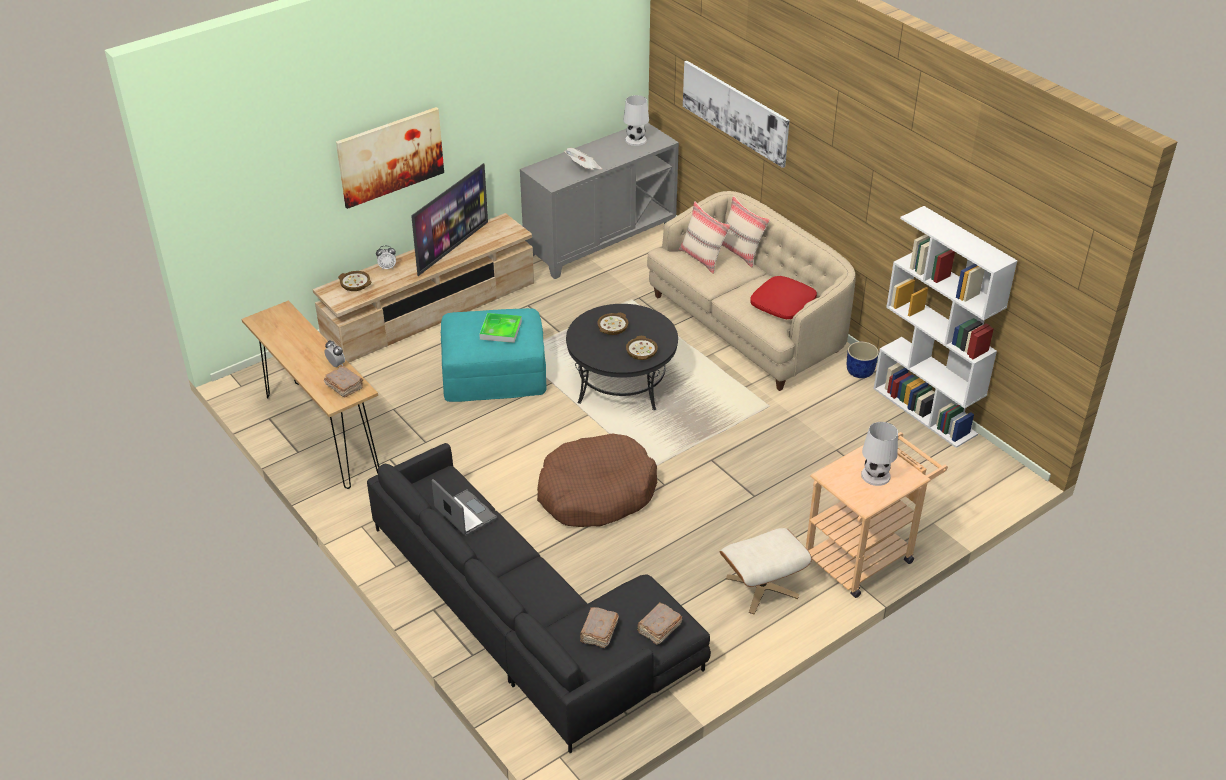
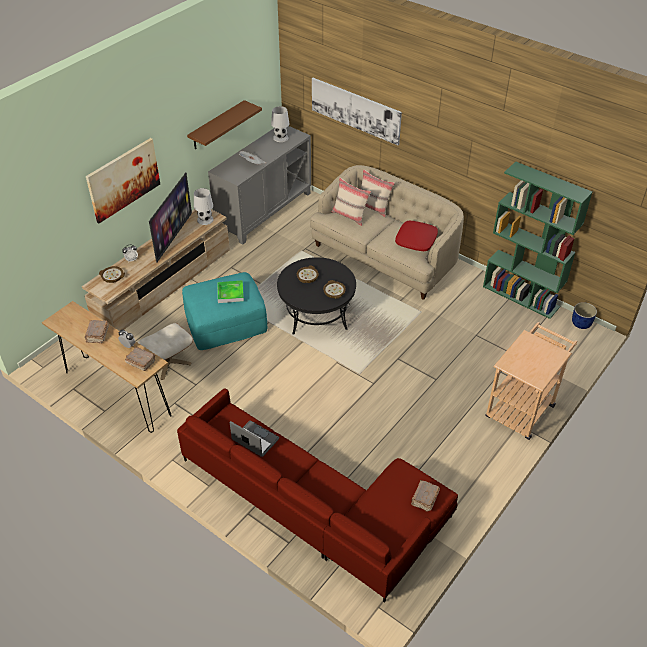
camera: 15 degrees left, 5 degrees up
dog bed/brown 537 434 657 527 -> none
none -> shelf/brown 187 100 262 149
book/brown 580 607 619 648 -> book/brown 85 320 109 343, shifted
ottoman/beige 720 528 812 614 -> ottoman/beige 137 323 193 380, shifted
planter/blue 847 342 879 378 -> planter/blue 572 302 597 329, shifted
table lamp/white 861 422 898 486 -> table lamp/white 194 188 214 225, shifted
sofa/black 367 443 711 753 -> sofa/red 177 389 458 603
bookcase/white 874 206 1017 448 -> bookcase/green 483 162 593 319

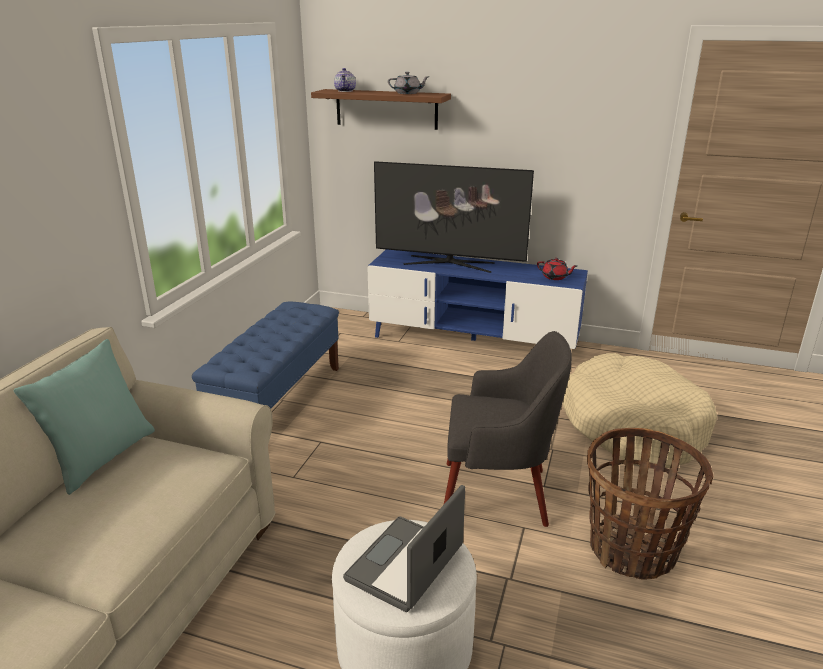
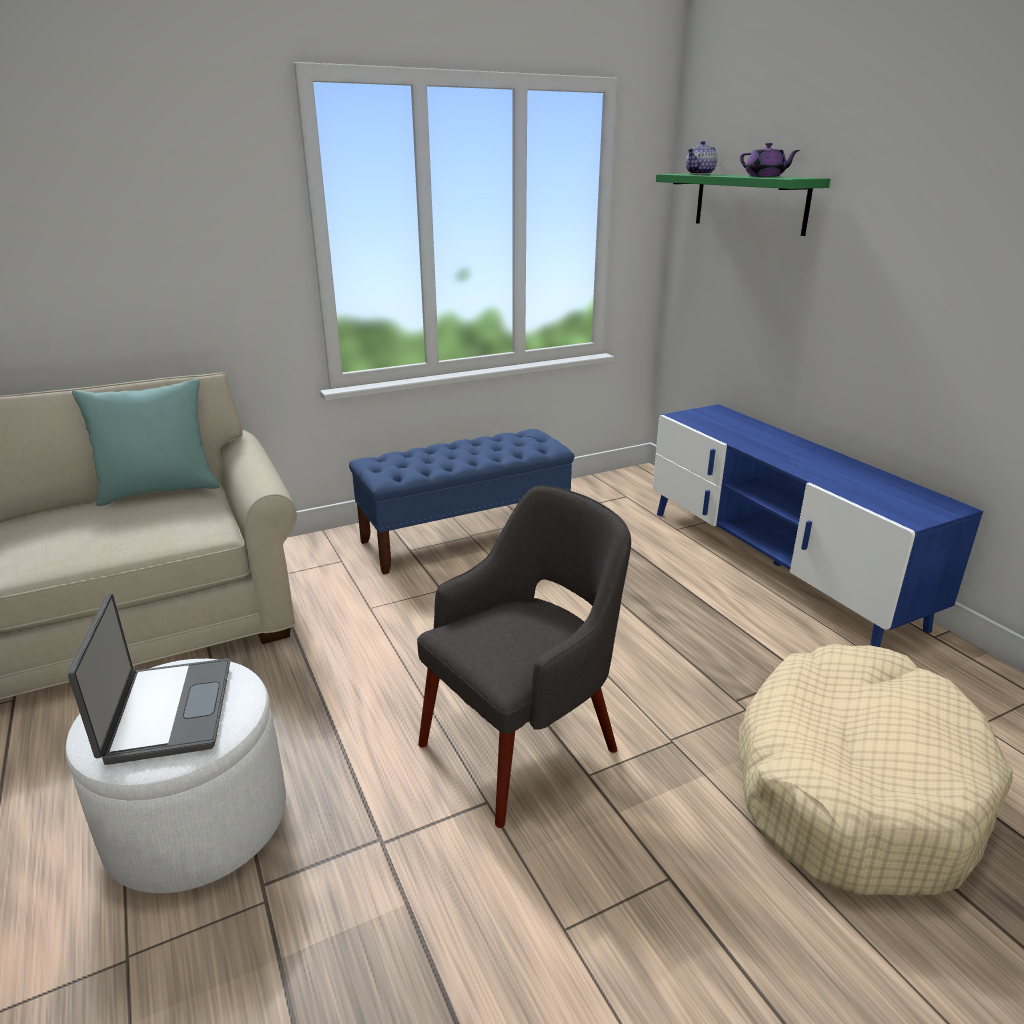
camera: 45 degrees right, 0 degrees up
television 374 161 534 273 -> none
teapot/red 537 258 577 280 -> none
basket 587 428 714 579 -> none
shelf/brown 311 89 451 130 -> shelf/green 656 174 831 236
teapot/grey 388 72 430 94 -> teapot/purple 740 143 800 177
laptop 343 485 465 612 -> laptop 68 594 230 765, 90 degrees clockwise
armchair/grey 444 331 572 527 -> armchair/grey 417 485 631 828, 90 degrees counterclockwise

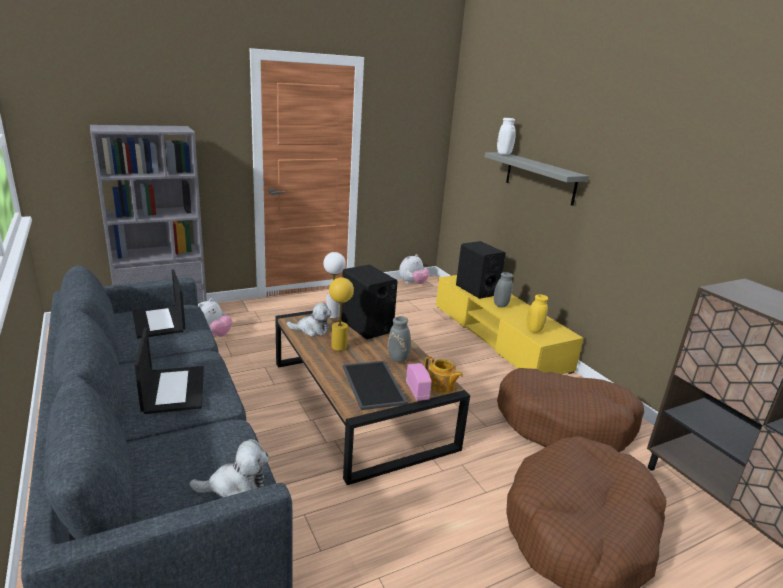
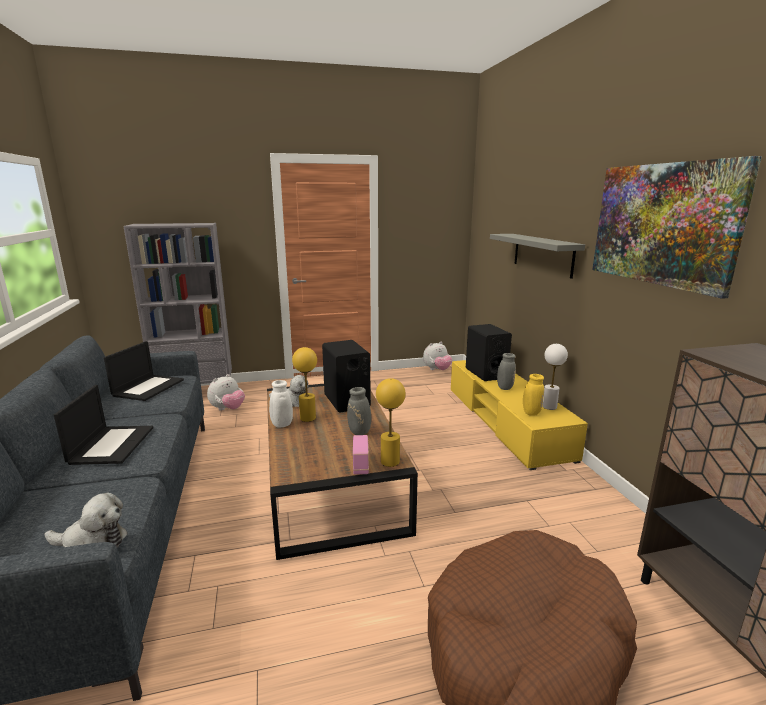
camera: 15 degrees right, 5 degrees down
tray 343 361 408 410 -> none
dog bed/brown 497 368 644 453 -> none
none -> picture 592 156 762 299
table lamp/white 323 252 346 318 -> table lamp/white 542 344 568 410, shifted
vase/white 497 118 516 155 -> vase/white 269 380 293 428, shifted
teapot 425 356 463 394 -> table lamp/yellow 376 378 405 467
laptop 132 269 186 339 -> laptop 104 341 184 401, 150 degrees counterclockwise

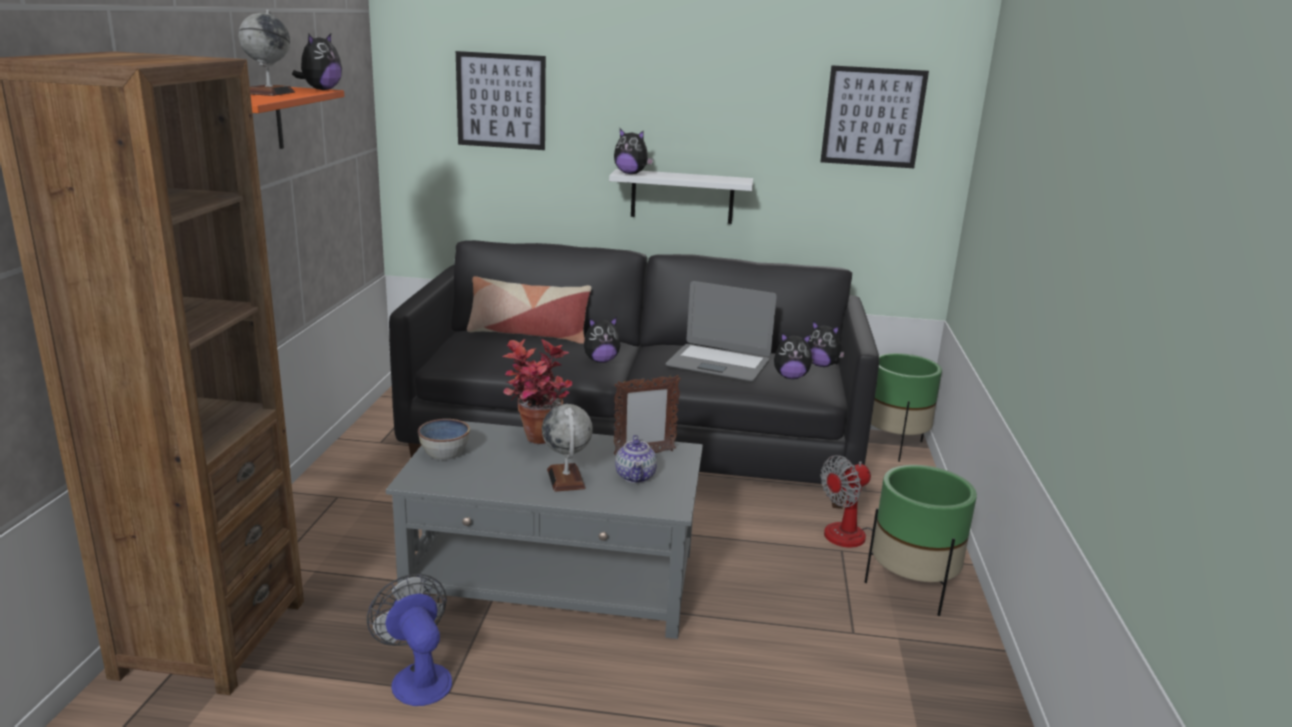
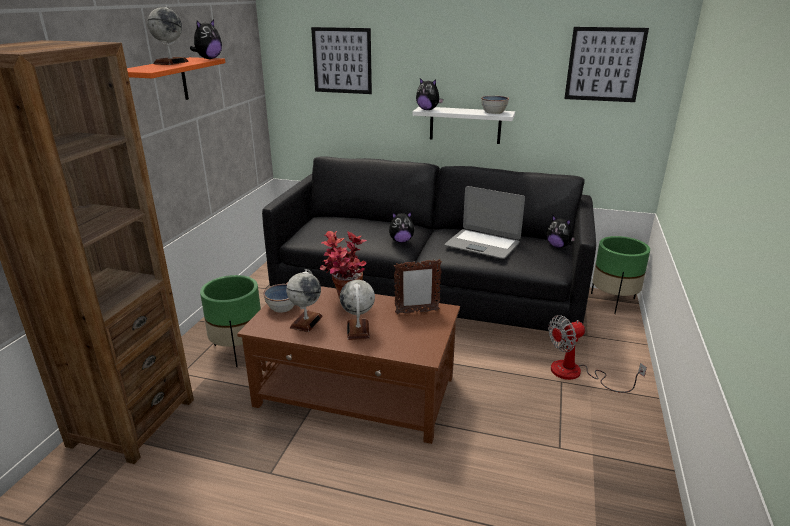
camera: 10 degrees right, 5 degrees up
fan 367 574 452 706 -> none
pillow 467 276 591 344 -> none
teapot 615 435 657 483 -> none
plush toy 774 333 814 379 -> none
none -> globe 286 269 323 332
none -> bowl 481 96 509 114
planter/green 865 465 977 616 -> planter/green 200 275 261 367, shifted
coffee table/grey 386 421 703 639 -> coffee table/brown 237 282 460 444

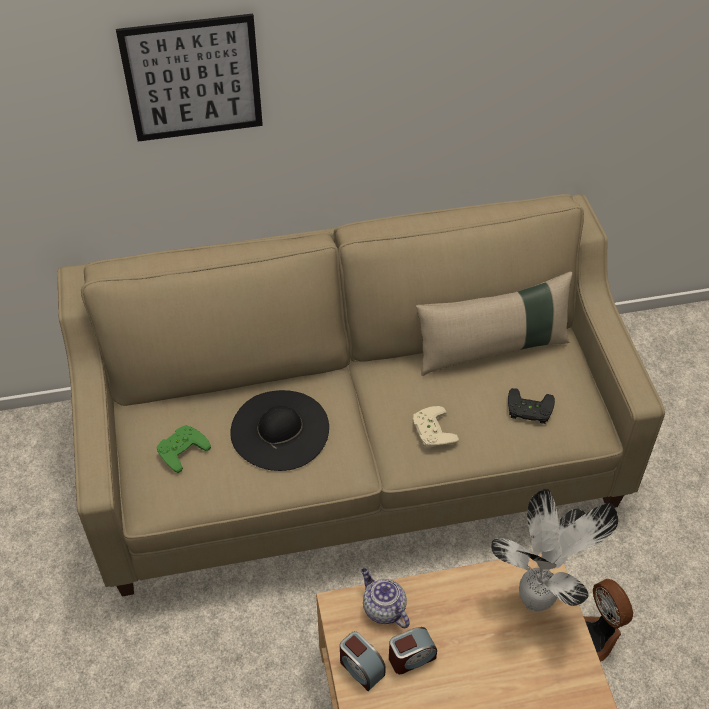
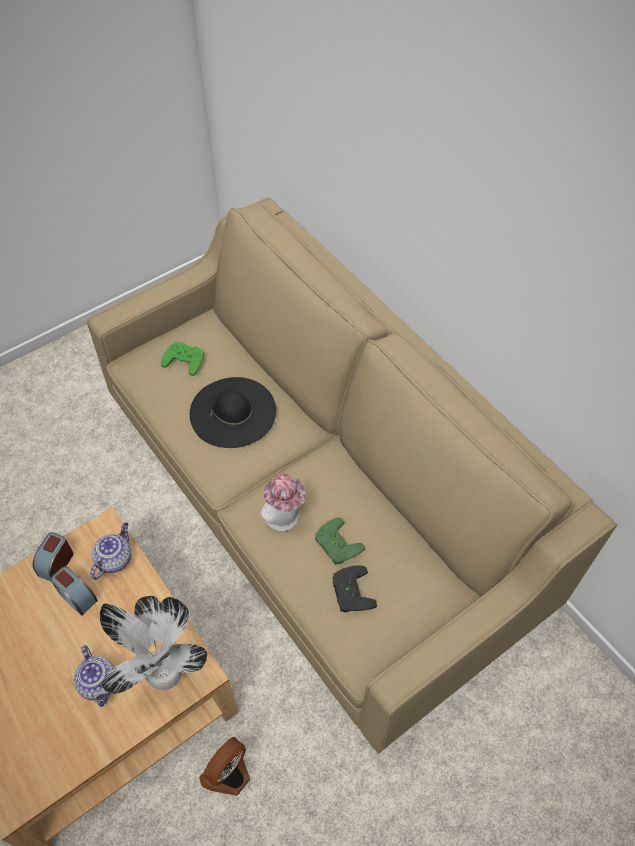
camera: 65 degrees right, 5 degrees up
picture 116 14 263 142 -> none
pillow/beige 416 272 572 376 -> none
none -> teapot 73 645 115 707
none -> game controller/green 315 517 365 565
game controller/beige 413 406 459 449 -> hat 260 474 305 532

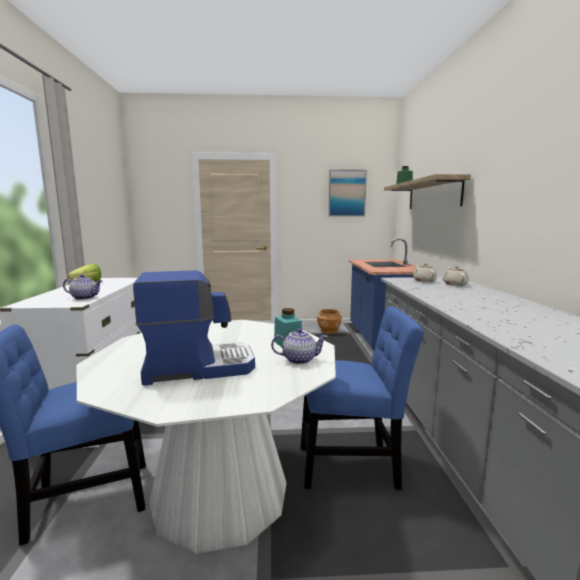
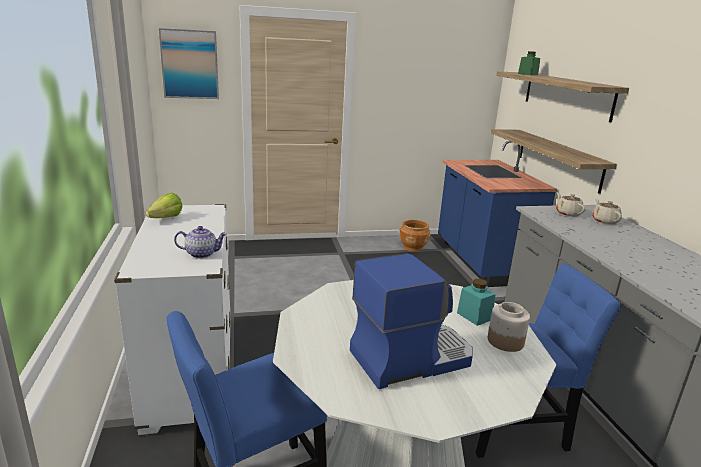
camera: 10 degrees left, 10 degrees up
none -> shelf 491 129 617 194
picture 328 170 367 216 -> picture 159 28 219 99, shifted
teapot 271 328 328 364 -> jar 488 302 530 352

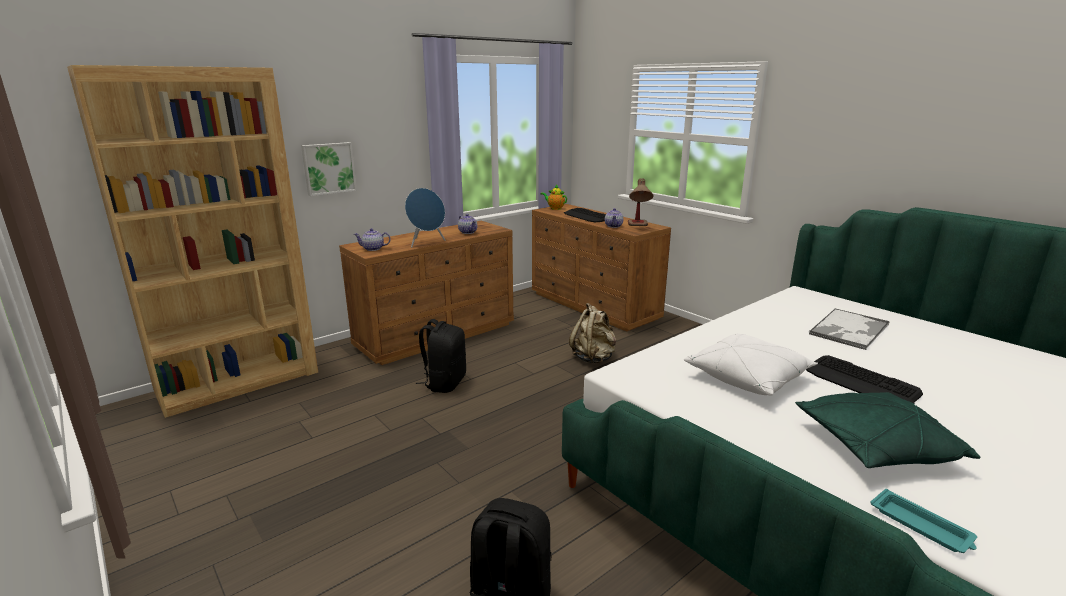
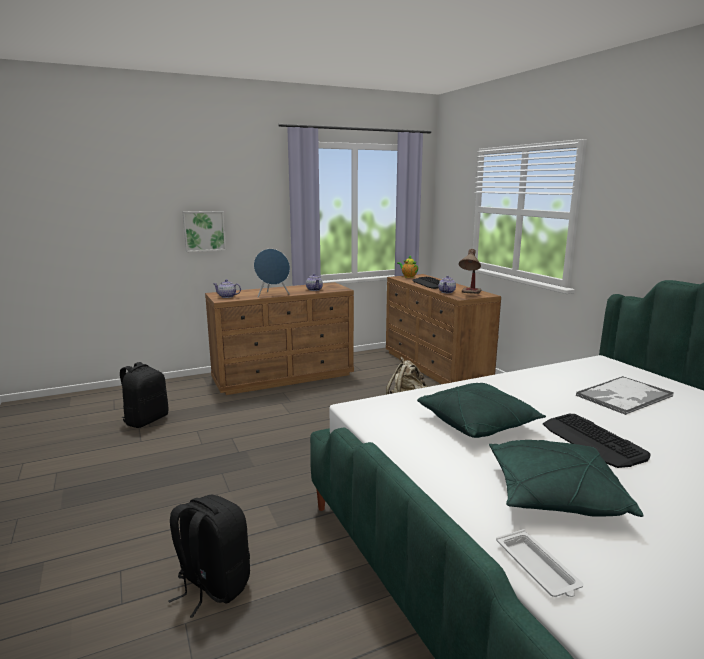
camera: 15 degrees right, 5 degrees down
bookcase/brown 67 65 318 418 -> none
backpack/black 416 319 466 393 -> backpack/black 120 362 168 428, shifted
pillow/white 684 333 818 396 -> pillow/green 417 383 546 438
tray/turquoise 871 489 977 553 -> tray/white 496 529 584 597

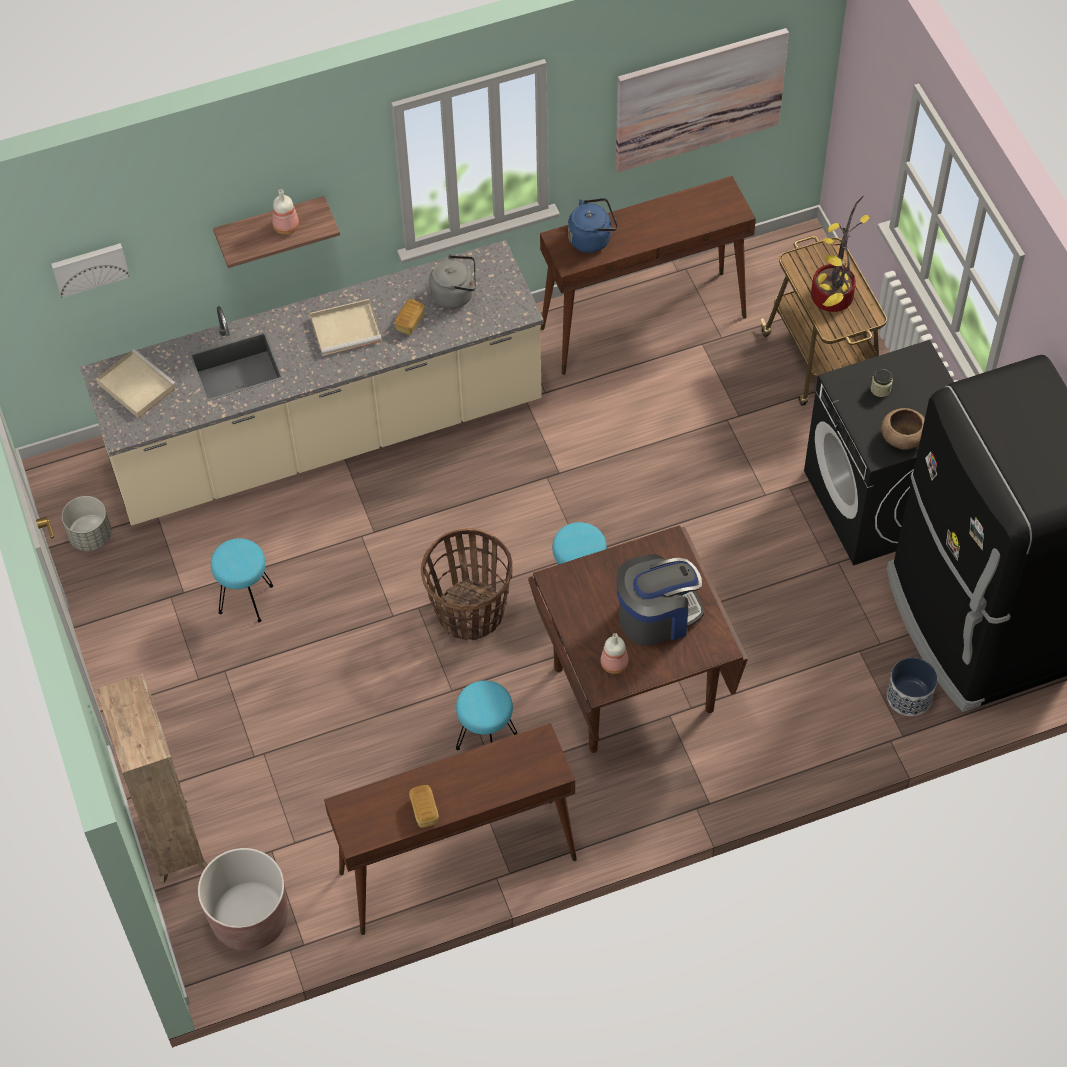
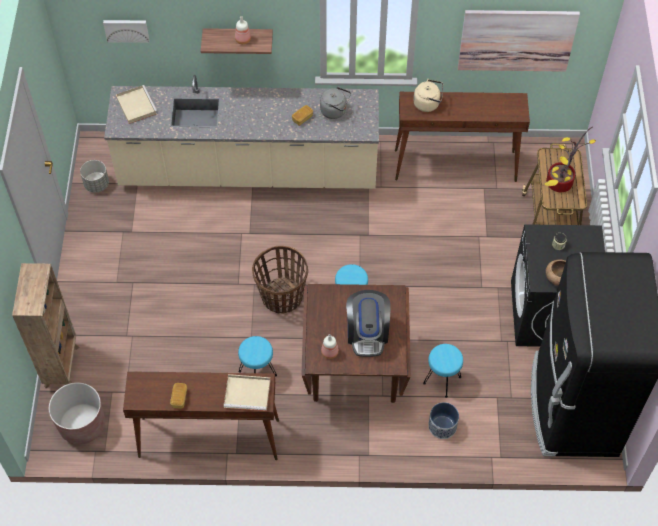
camera: 20 degrees right, 0 degrees up
stool/turquoise 211 538 273 622 -> stool/turquoise 423 344 463 398, shifted
tray/beige 310 299 382 356 -> tray/beige 224 374 271 411, shifted
planter 887 657 937 716 -> planter 428 402 459 439, shifted
kettle/blue 568 198 618 253 -> kettle/beige 413 79 443 112
coffee machine 617 554 704 646 -> coffee machine 346 290 391 357, 90 degrees clockwise

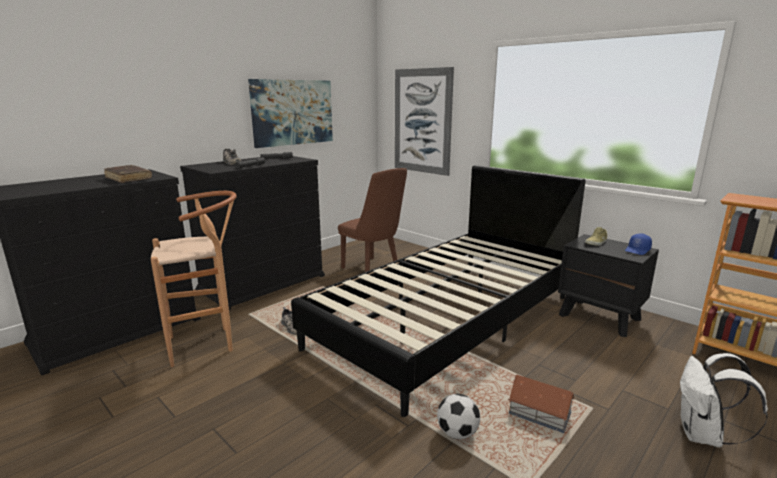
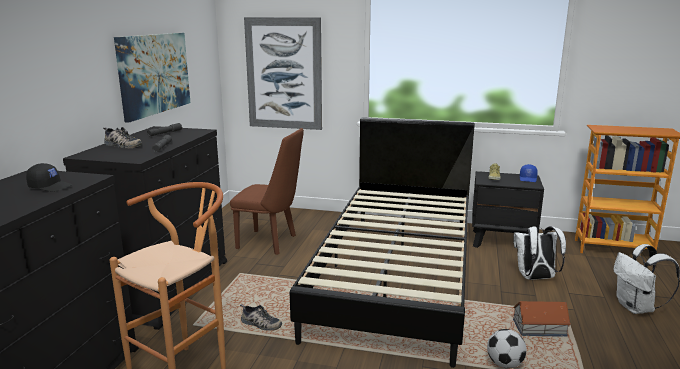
camera: 30 degrees left, 0 degrees up
none -> backpack/white 513 226 566 280
book/brown 104 165 152 183 -> cap/black 26 163 72 192

